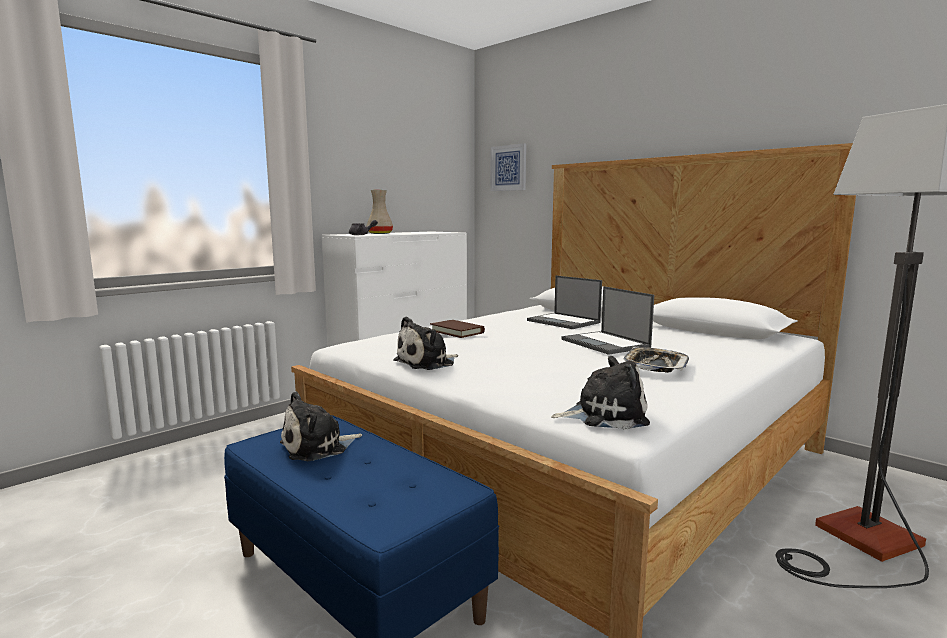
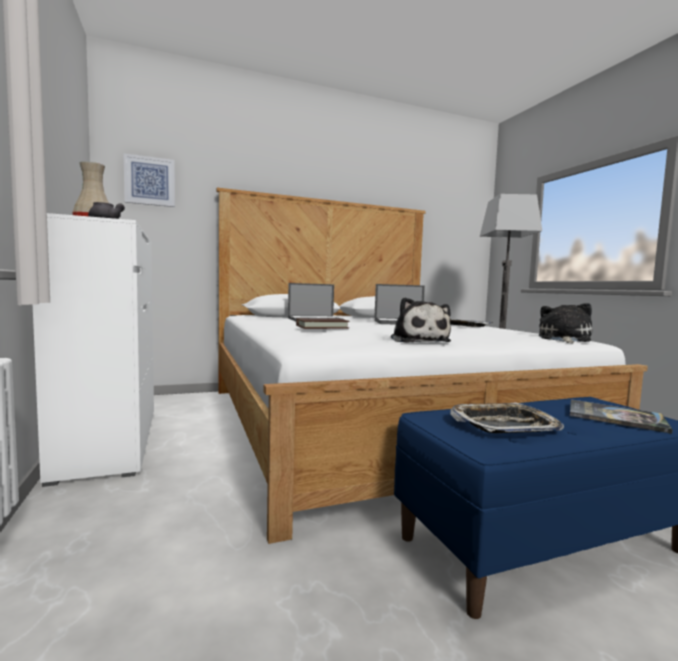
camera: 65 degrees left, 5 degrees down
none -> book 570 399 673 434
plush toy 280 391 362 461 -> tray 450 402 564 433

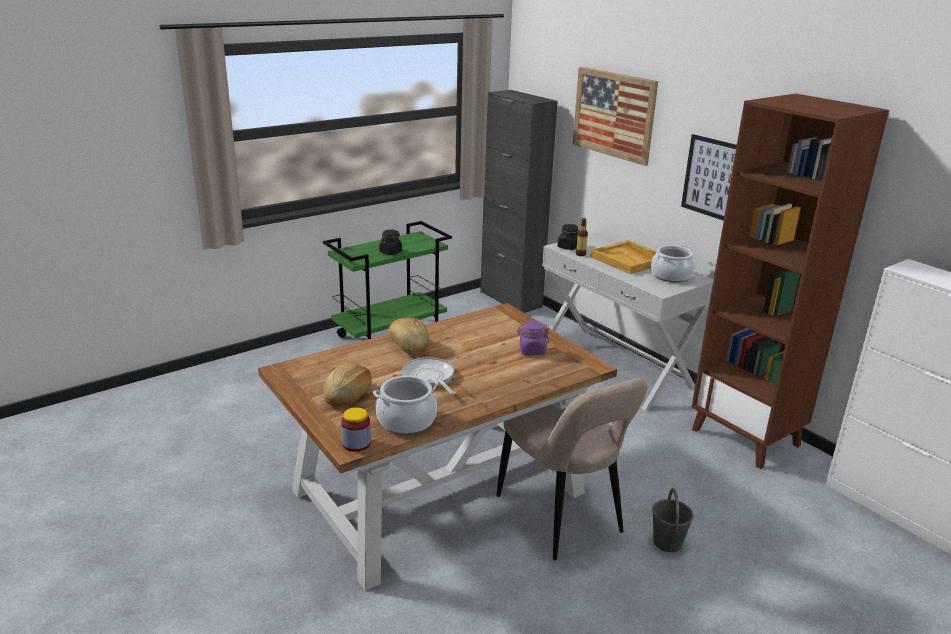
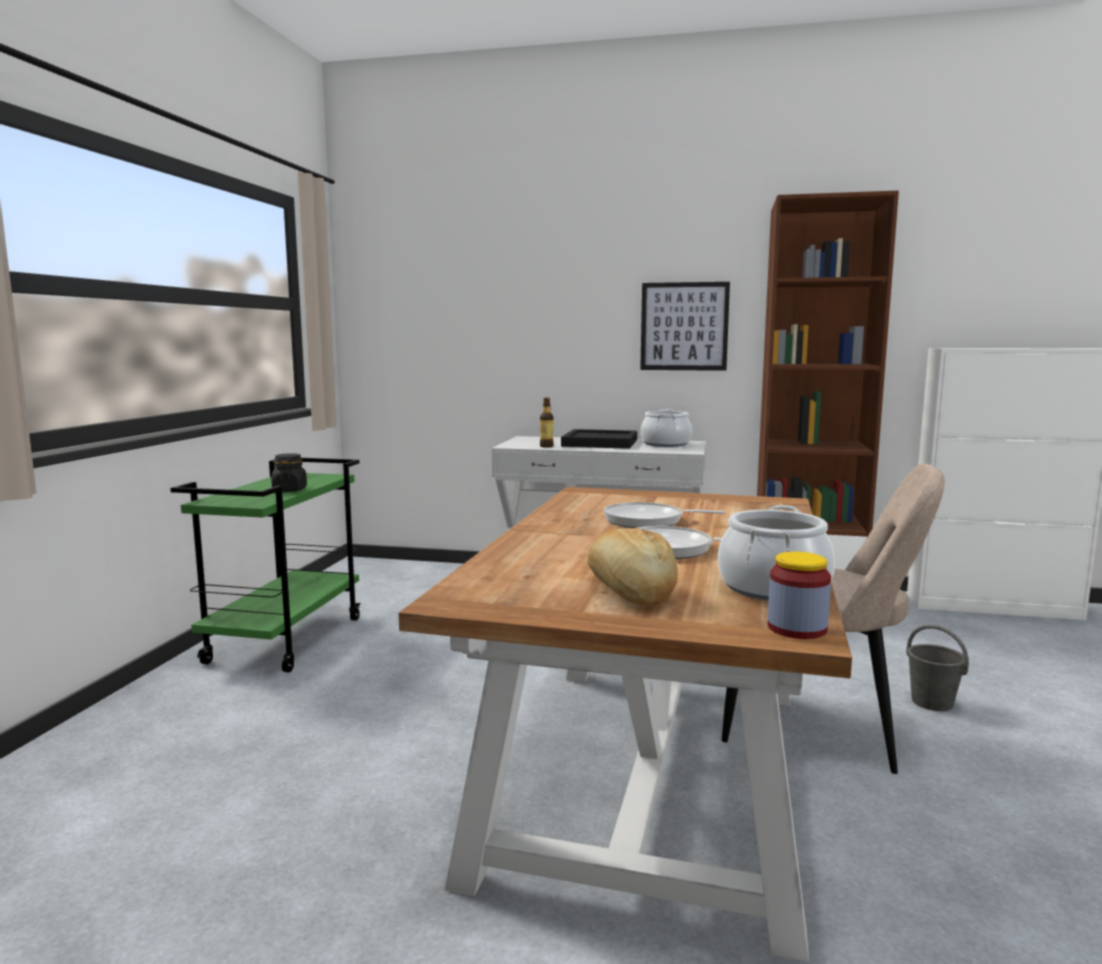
camera: 40 degrees left, 15 degrees down
bread 388 317 429 355 -> none
cabinet/black 480 90 558 313 -> none
jar/purple 517 321 549 355 -> none
jar/black 557 224 579 250 -> none
picture 572 67 658 166 -> none
none -> frying pan 604 502 726 528
tray/beige 591 240 656 274 -> tray/black 561 429 637 449

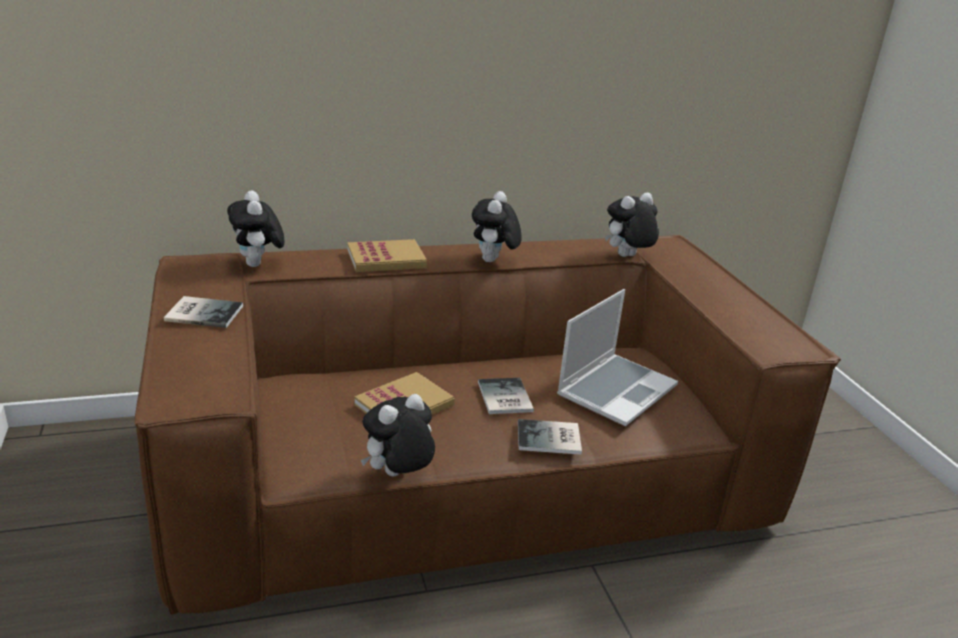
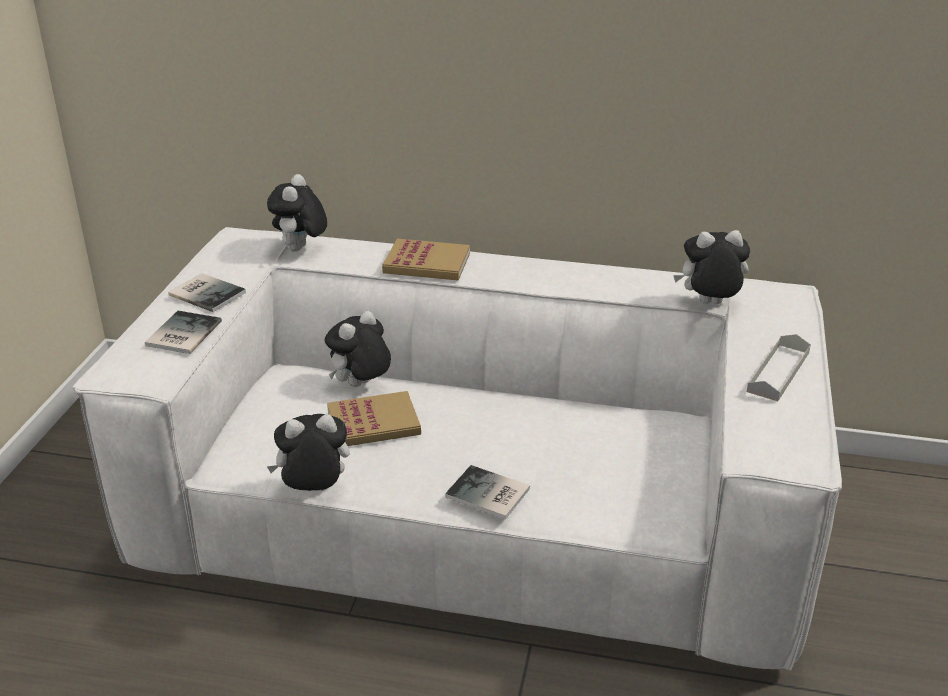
camera: 30 degrees right, 5 degrees up
laptop 557 289 678 426 -> none
none -> tray/grey 747 334 811 401
plush toy 472 191 522 262 -> plush toy 325 311 391 387, shifted
book 478 378 534 414 -> book 145 311 222 354, shifted
sofa/brown 135 235 841 615 -> sofa/white 72 227 842 670

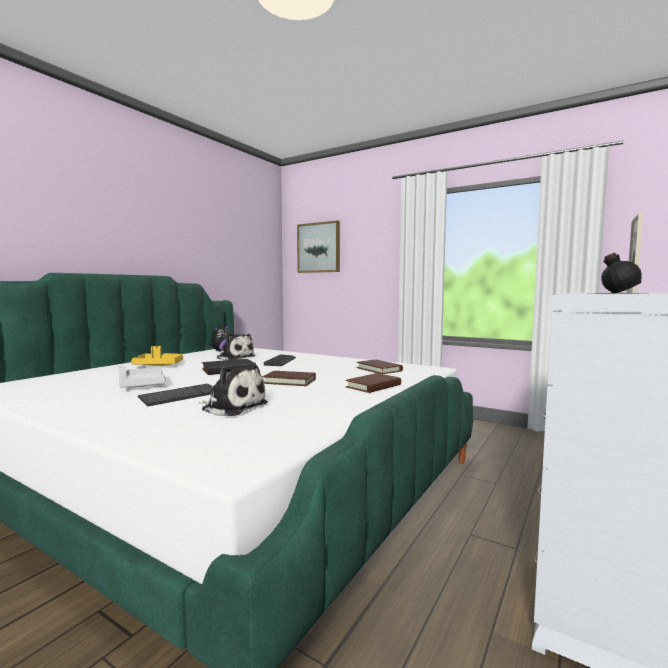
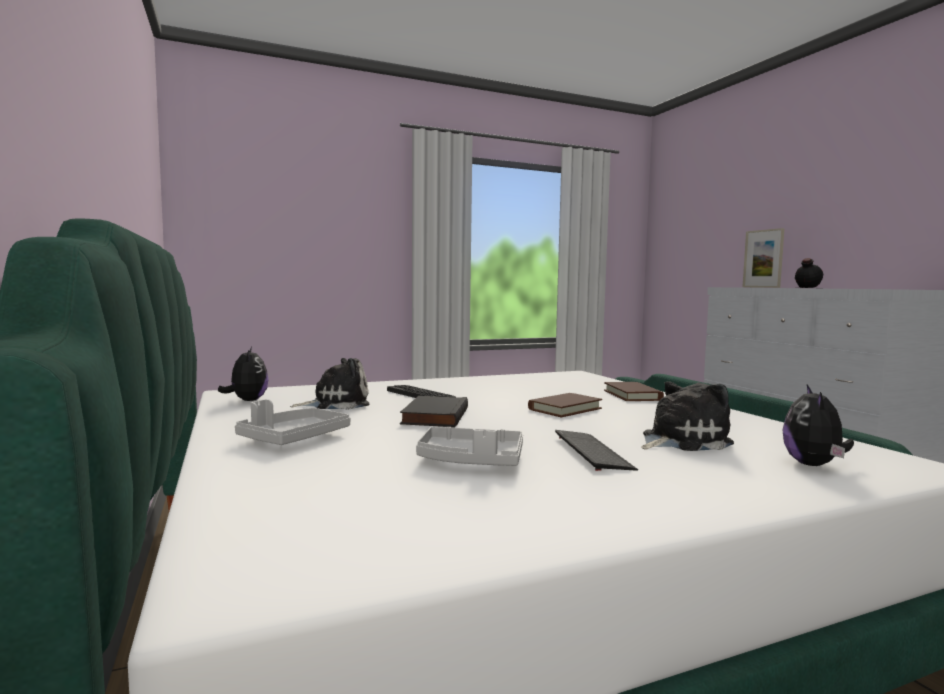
camera: 55 degrees left, 0 degrees up
picture 297 220 340 273 -> none
book/brown 357 360 403 374 -> none
none -> plush toy 782 385 854 466
tray/yellow 131 346 183 366 -> tray/grey 235 399 350 445

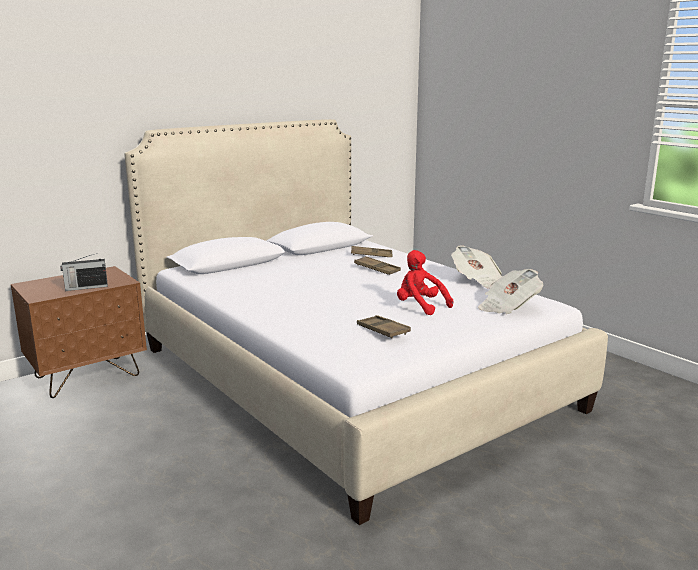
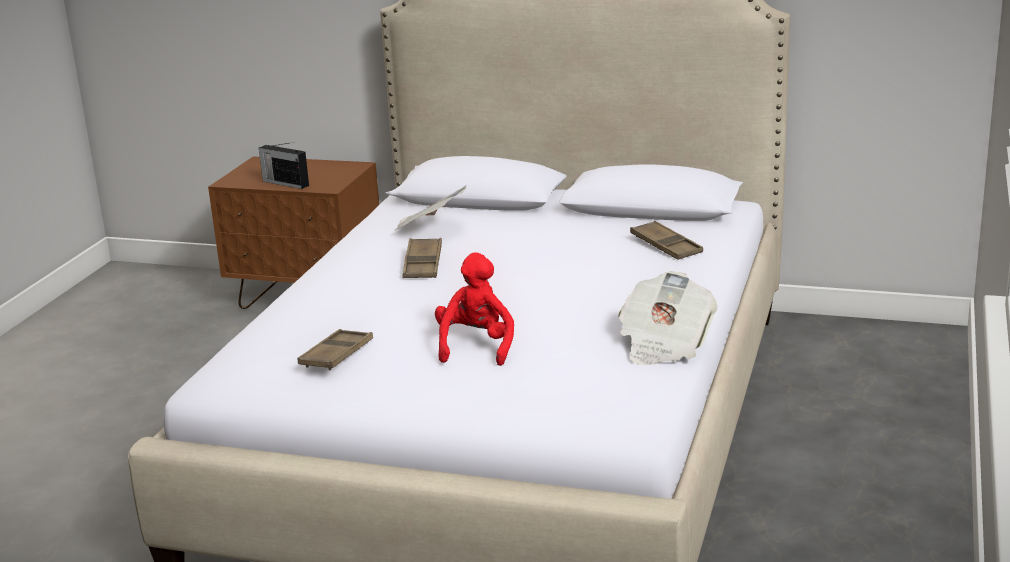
camera: 55 degrees right, 5 degrees up
tray/brown 354 256 401 275 -> tray/brown 403 238 442 278, shifted
newspaper 478 269 543 314 -> newspaper 395 186 467 230, shifted

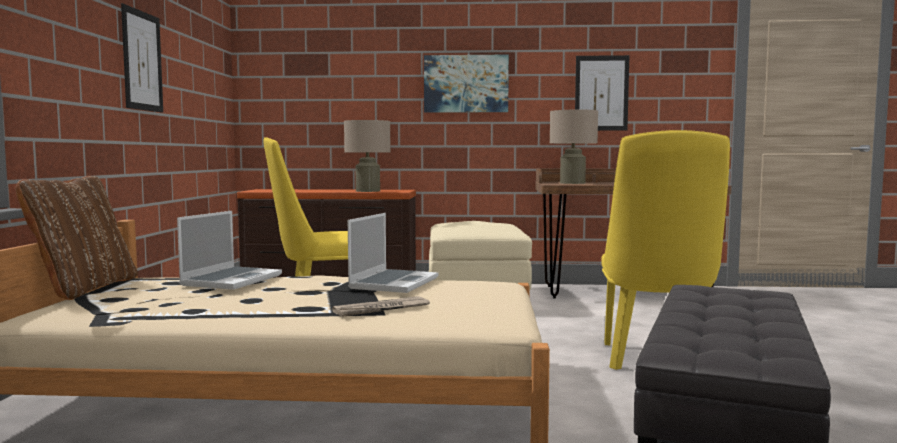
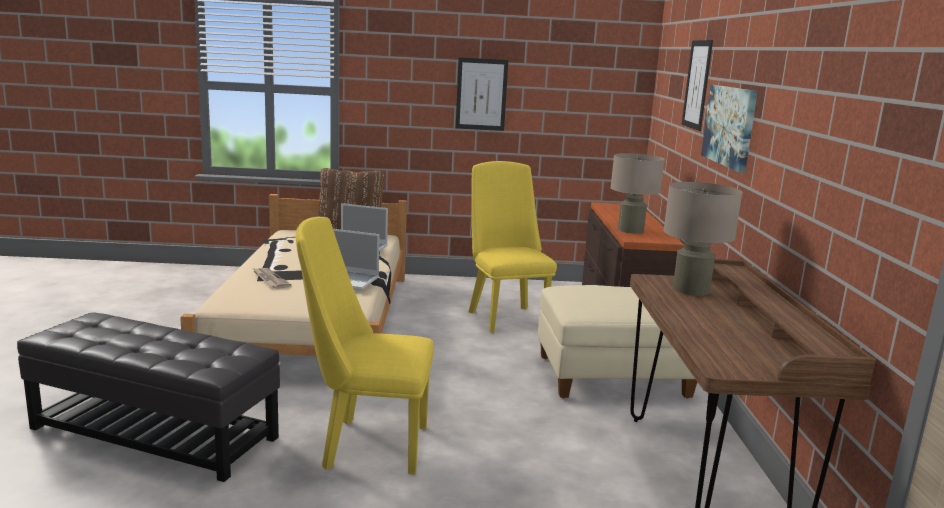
camera: 85 degrees right, 10 degrees up
picture 575 55 629 131 -> picture 682 40 713 131, shifted

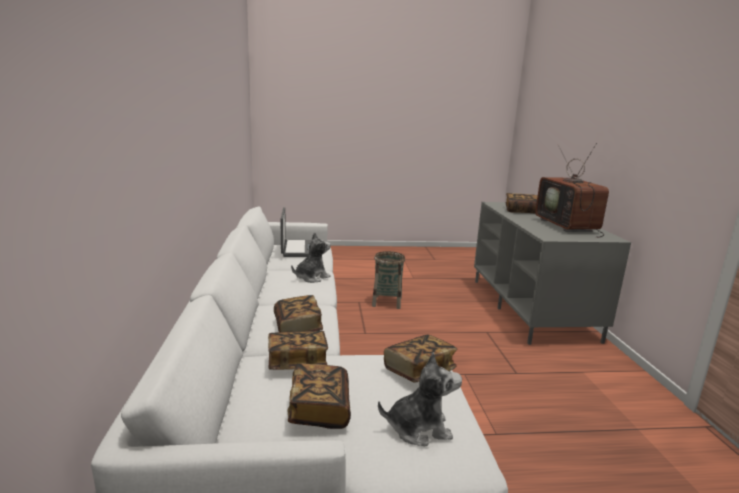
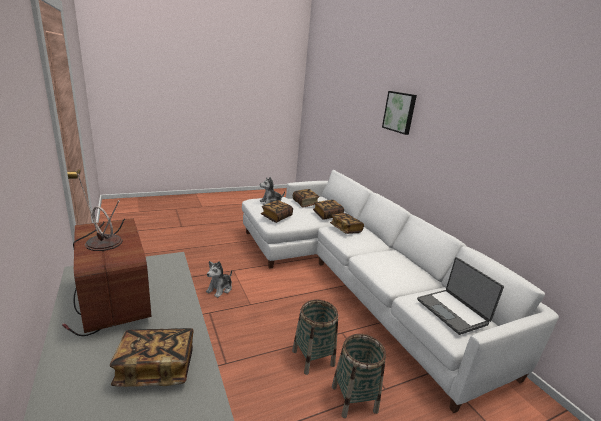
camera: 160 degrees right, 5 degrees up
none -> basket 292 300 338 375
none -> picture 382 91 417 135
plush toy 291 232 331 283 -> plush toy 206 261 232 298, shifted

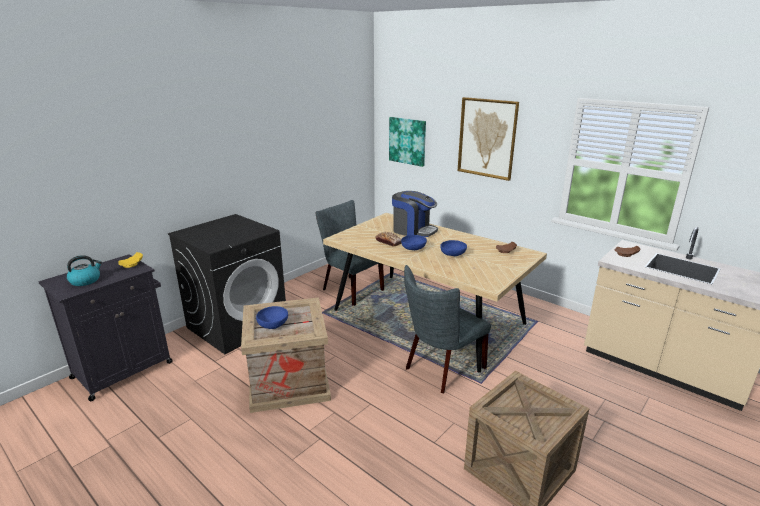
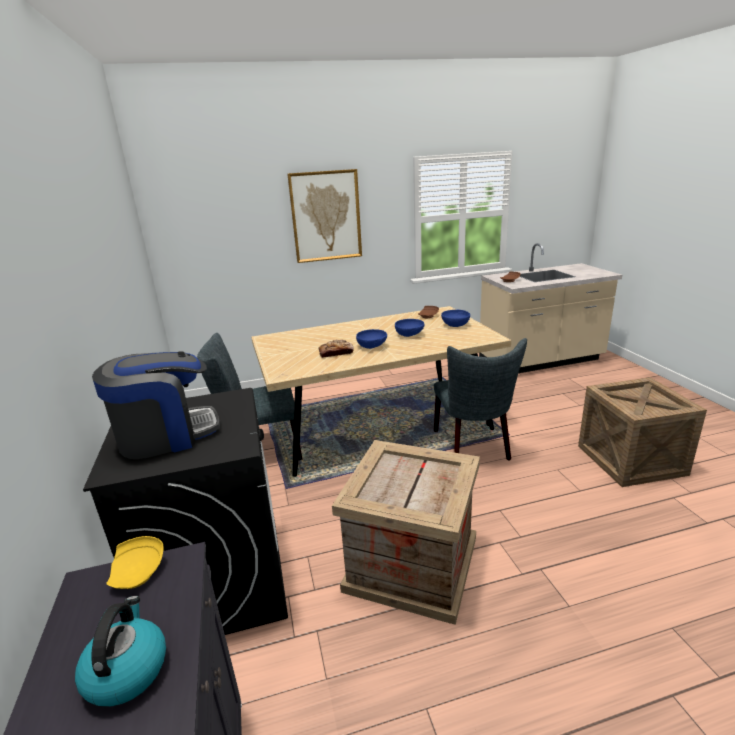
camera: 55 degrees left, 0 degrees up
picture 389 117 426 167 -> none
bowl/blue 256 306 288 329 -> bowl/blue 441 310 470 327, shifted
coffee machine 392 191 438 237 -> coffee machine 92 351 220 459, shifted

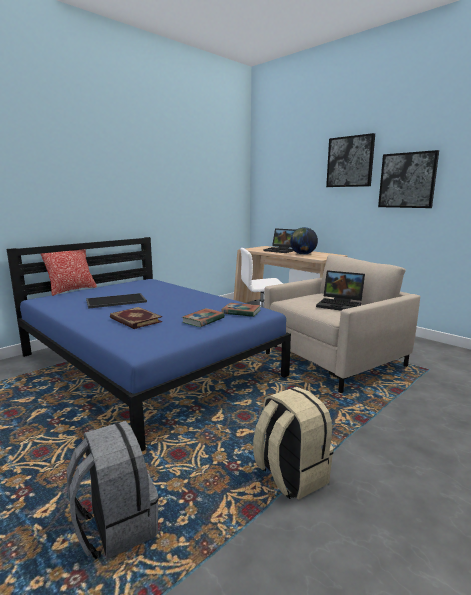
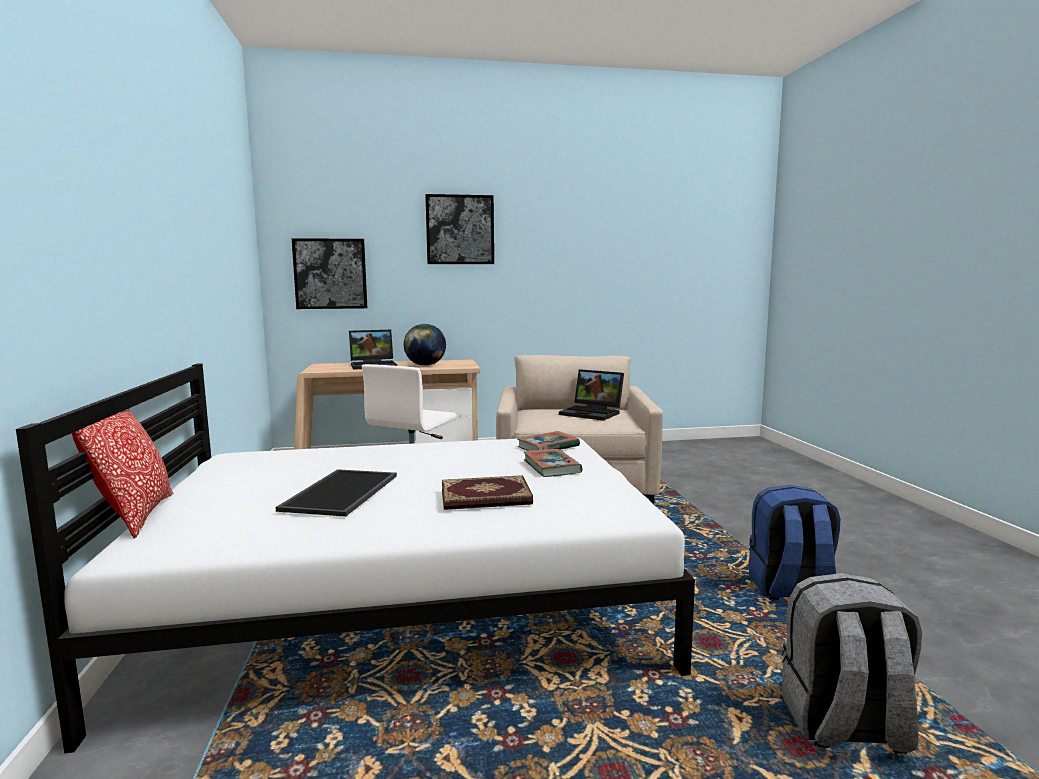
camera: 55 degrees left, 5 degrees down
picture 378 150 439 208 -> picture 292 238 367 309, shifted
bed/blue 7 237 291 451 -> bed/white 16 363 695 753
backpack/beige 253 387 334 500 -> backpack/blue 749 485 840 600
laptop 316 270 365 311 -> laptop 559 369 624 421, 60 degrees clockwise

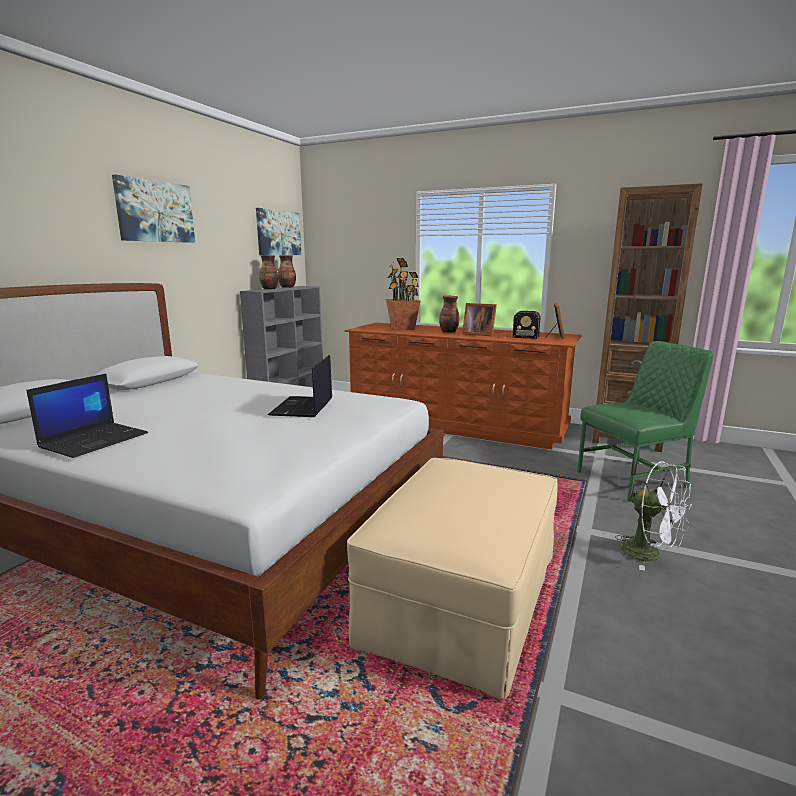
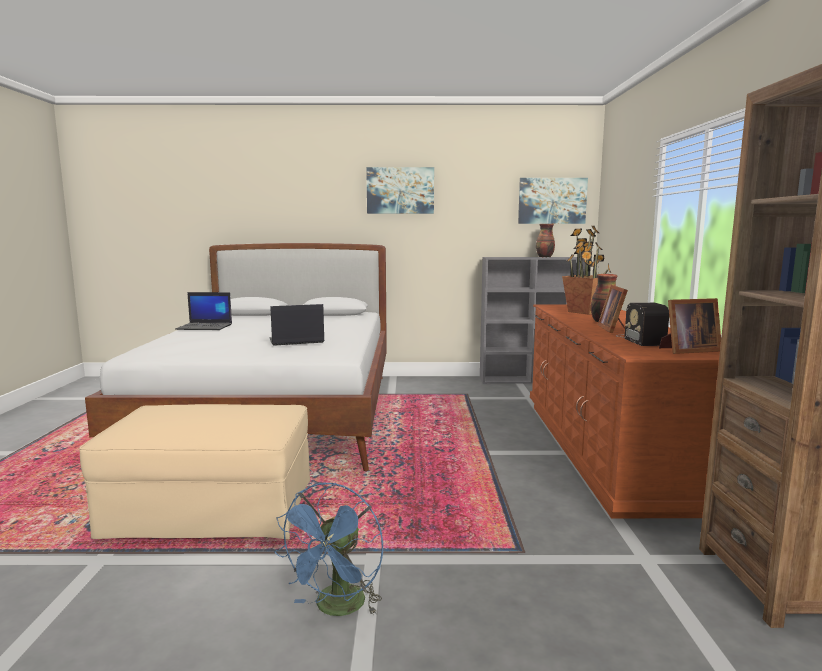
camera: 65 degrees right, 5 degrees down
vase 259 255 279 290 -> none
chair/green 577 341 714 502 -> none
fan/white 615 461 692 571 -> fan/blue 274 483 383 616

